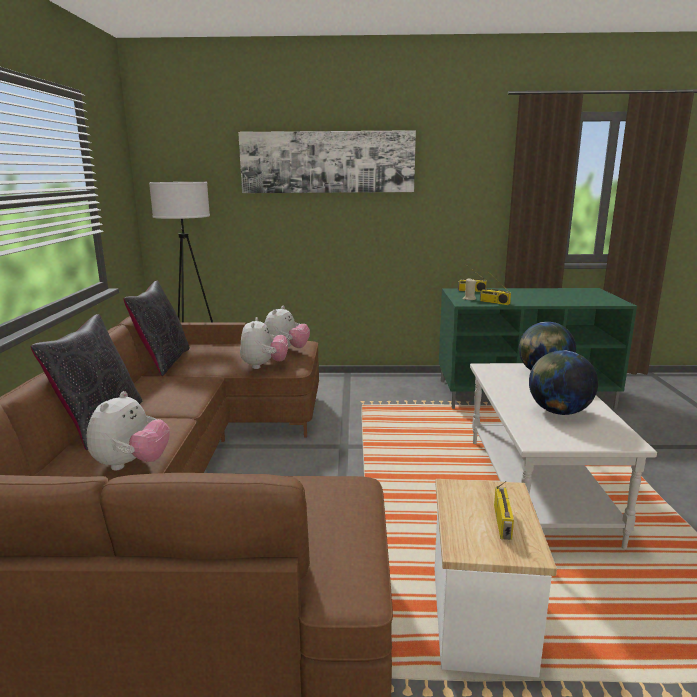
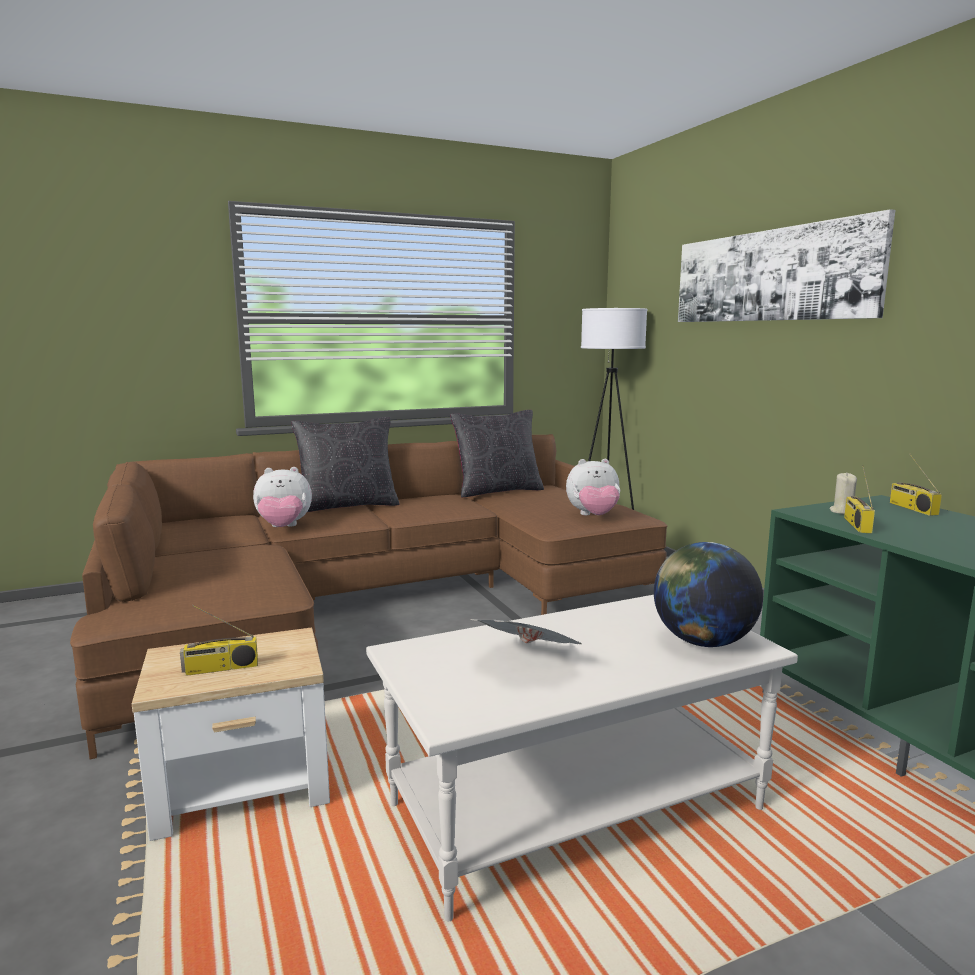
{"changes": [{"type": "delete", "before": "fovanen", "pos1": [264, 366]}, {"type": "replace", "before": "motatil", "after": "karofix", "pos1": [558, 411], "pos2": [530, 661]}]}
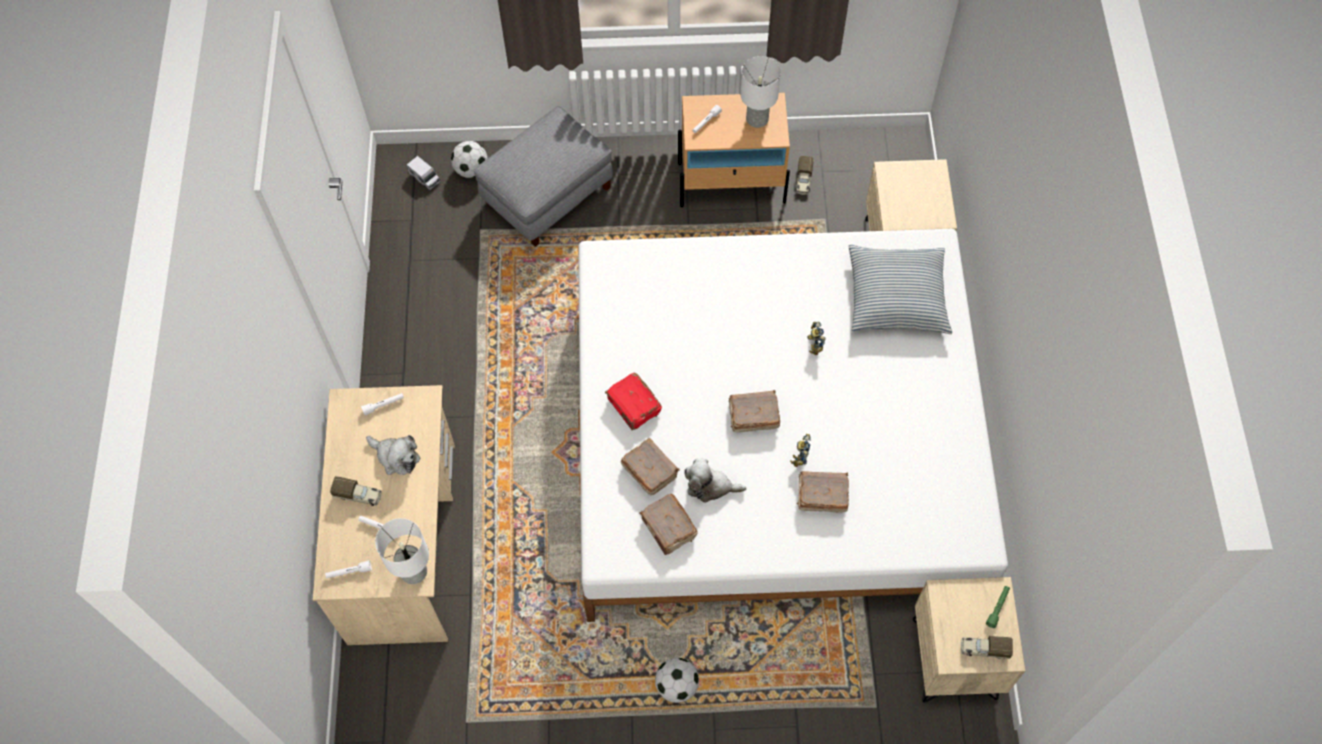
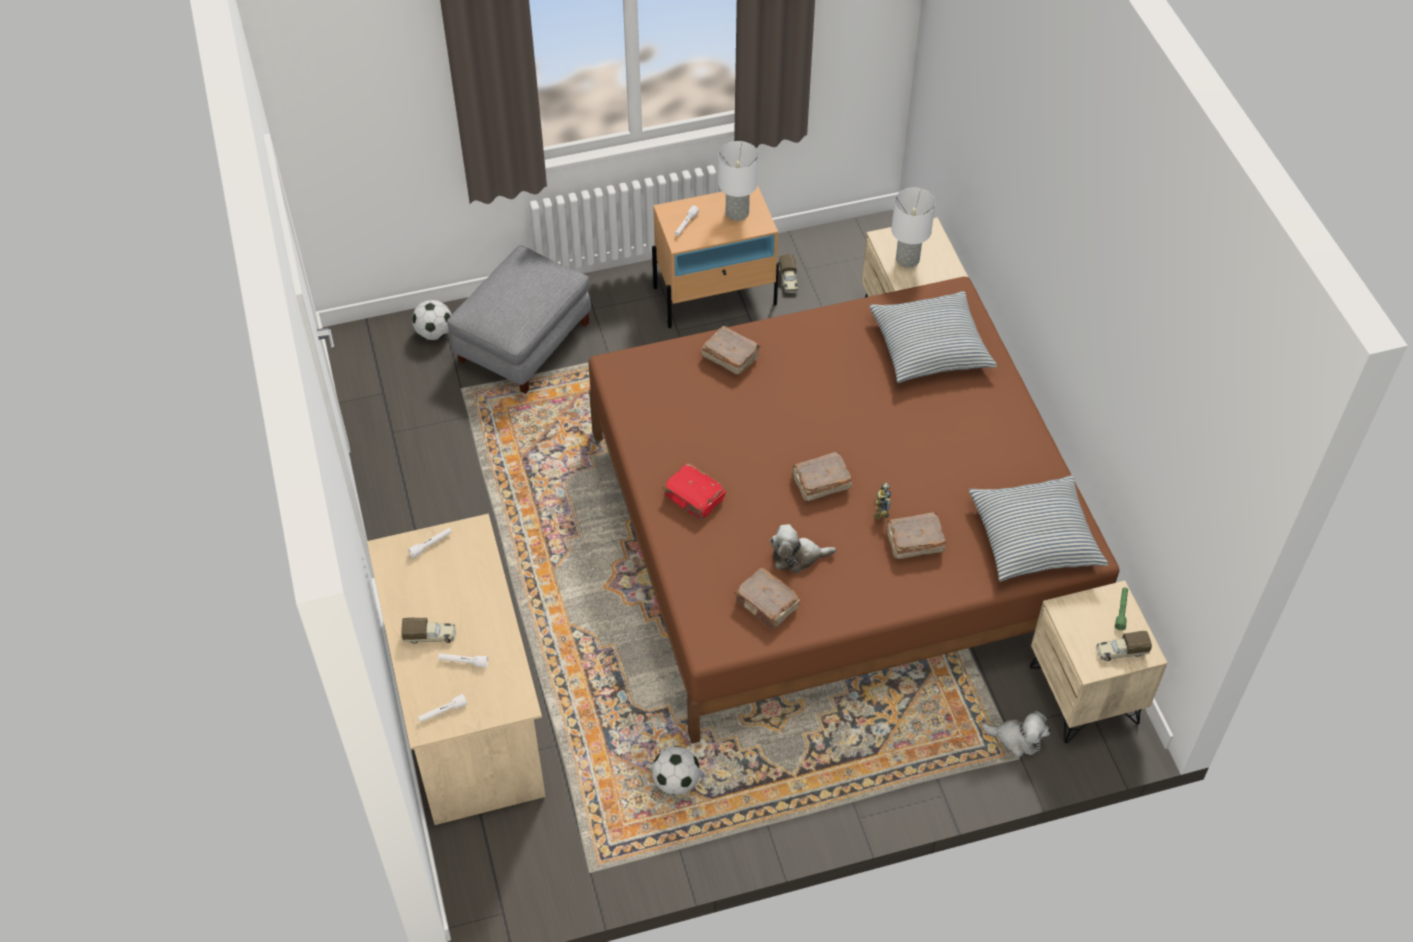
{"changes": [{"type": "delete", "before": "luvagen", "pos1": [424, 178]}, {"type": "delete", "before": "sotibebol", "pos1": [813, 344]}, {"type": "insert", "after": "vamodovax", "pos2": [1034, 537]}, {"type": "move", "before": "fovanen", "pos1": [396, 457], "pos2": [1017, 738]}, {"type": "move", "before": "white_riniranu", "pos1": [413, 571], "pos2": [907, 258]}, {"type": "move", "before": "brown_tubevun", "pos1": [649, 470], "pos2": [730, 356]}, {"type": "move", "before": "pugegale", "pos1": [676, 686], "pos2": [676, 782]}, {"type": "recolor", "before": "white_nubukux", "after": "brown_nubukux", "pos1": [773, 445], "pos2": [835, 533]}]}
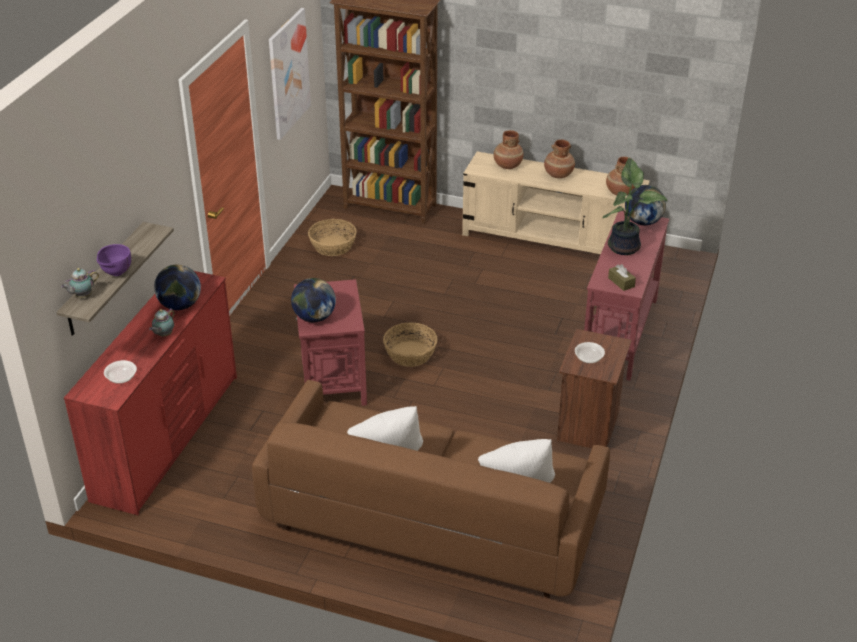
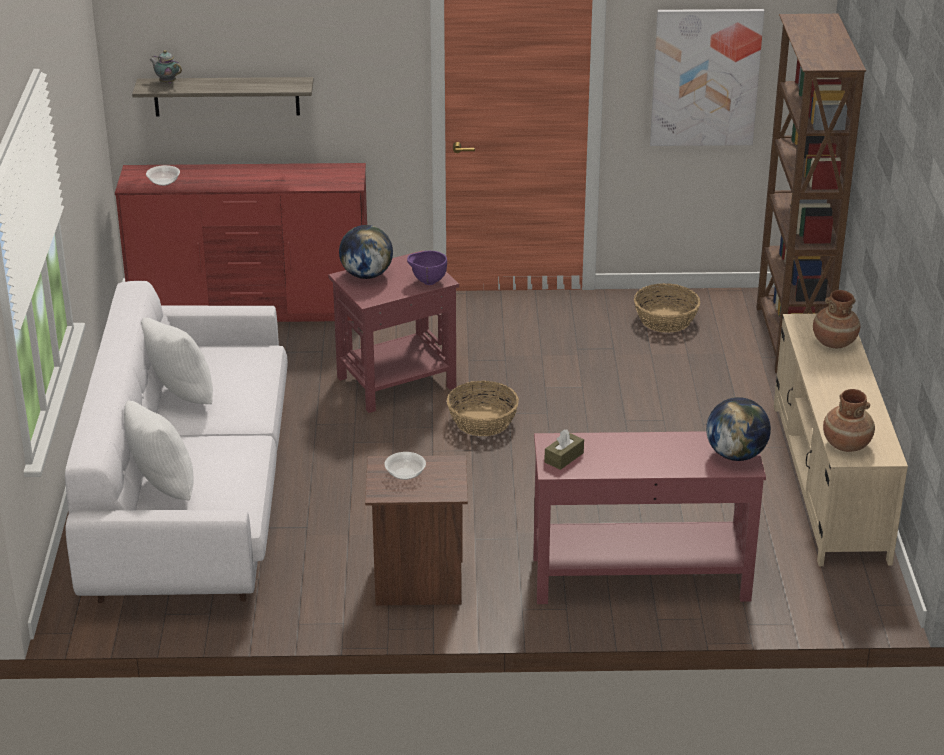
{"changes": [{"type": "delete", "before": "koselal", "pos1": [164, 335]}, {"type": "delete", "before": "motatil", "pos1": [180, 305]}, {"type": "delete", "before": "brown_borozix", "pos1": [558, 174]}, {"type": "delete", "before": "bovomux", "pos1": [625, 246]}, {"type": "move", "before": "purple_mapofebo", "pos1": [116, 274], "pos2": [427, 282]}, {"type": "recolor", "before": "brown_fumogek", "after": "white_fumogek", "pos1": [432, 521], "pos2": [192, 498]}]}
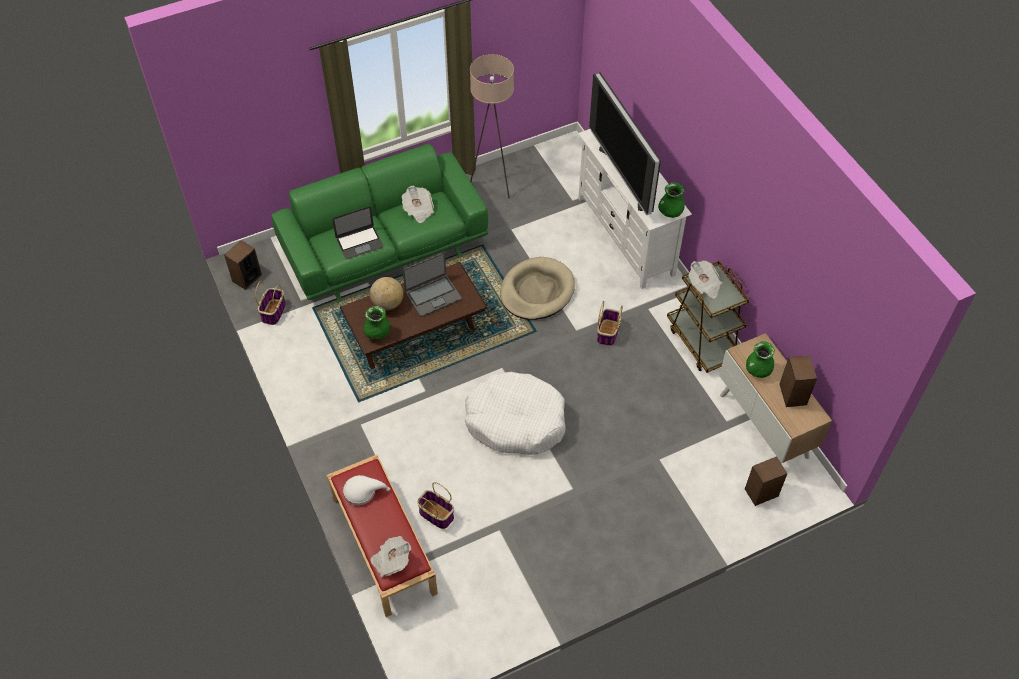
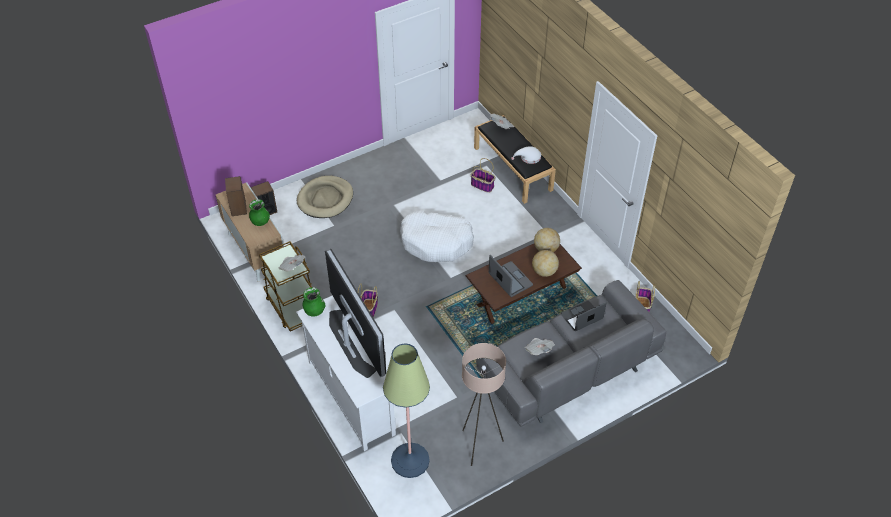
{"changes": [{"type": "delete", "before": "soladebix", "pos1": [246, 278]}, {"type": "insert", "after": "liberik", "pos2": [410, 460]}, {"type": "move", "before": "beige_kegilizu", "pos1": [537, 291], "pos2": [325, 199]}, {"type": "replace", "before": "green_borozix", "after": "motatil", "pos1": [377, 333], "pos2": [546, 249]}, {"type": "recolor", "before": "green_fumogek", "after": "grey_fumogek", "pos1": [385, 248], "pos2": [567, 370]}, {"type": "recolor", "before": "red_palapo", "after": "black_palapo", "pos1": [382, 543], "pos2": [513, 169]}, {"type": "rotate", "before": "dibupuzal", "pos1": [433, 295], "pos2": [510, 280], "turn": 90}]}
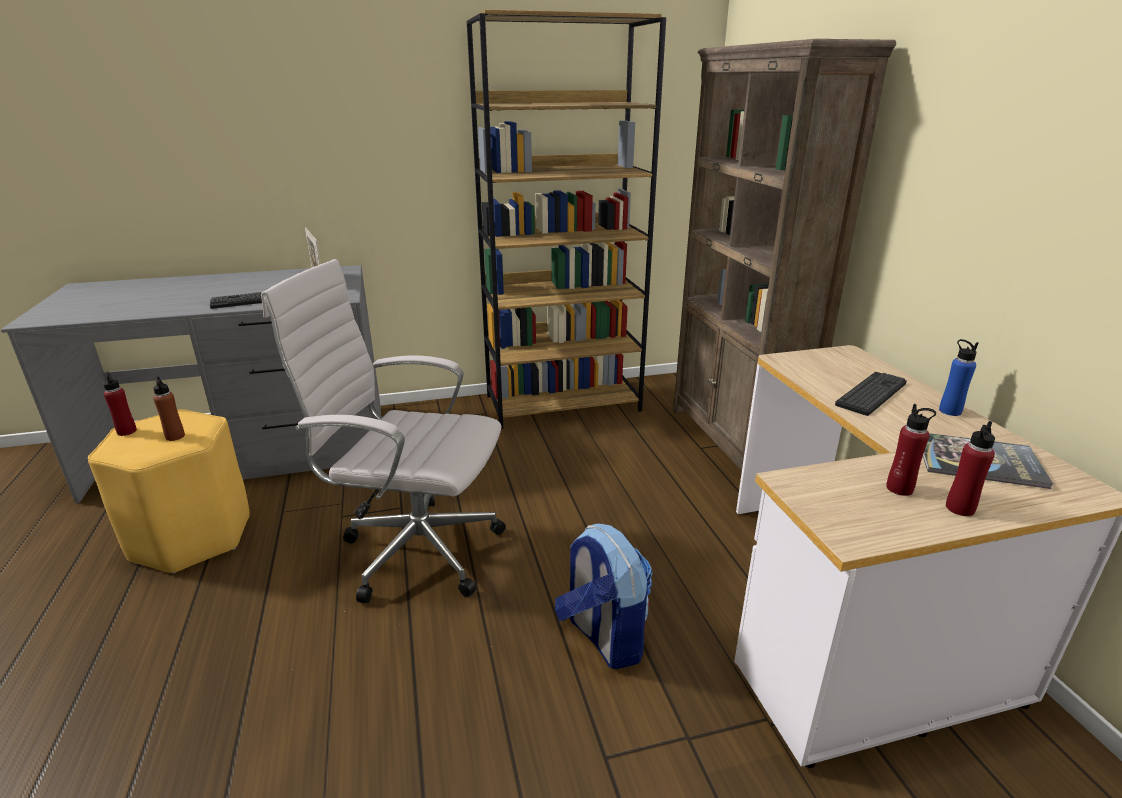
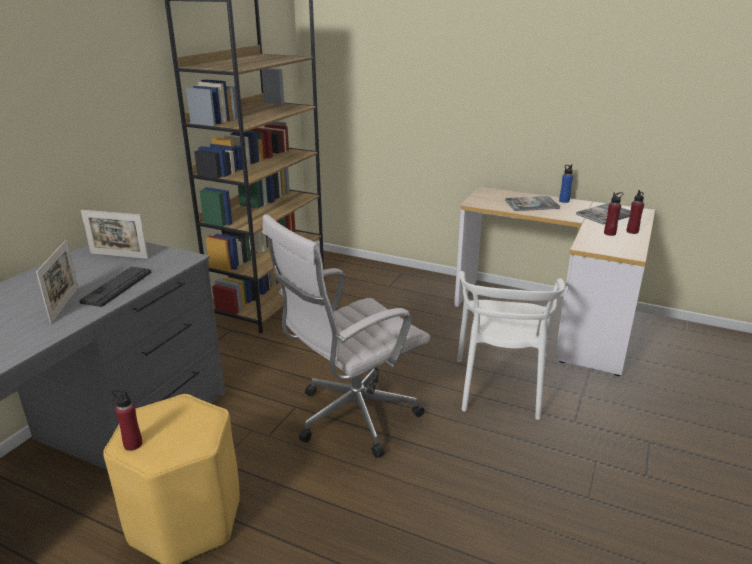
{"changes": [{"type": "delete", "before": "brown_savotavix", "pos1": [175, 436]}, {"type": "delete", "before": "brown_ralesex", "pos1": [733, 442]}, {"type": "insert", "after": "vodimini", "pos2": [64, 304]}, {"type": "replace", "before": "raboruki", "after": "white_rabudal", "pos1": [603, 636], "pos2": [500, 387]}, {"type": "replace", "before": "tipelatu", "after": "tubevun", "pos1": [871, 394], "pos2": [531, 204]}]}
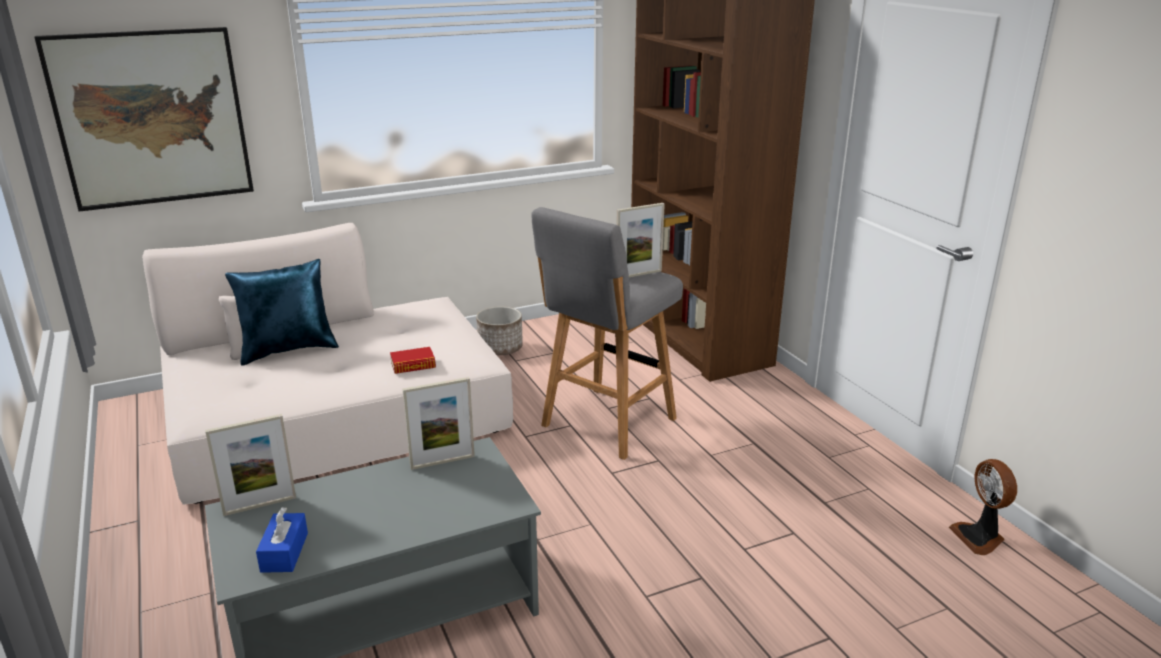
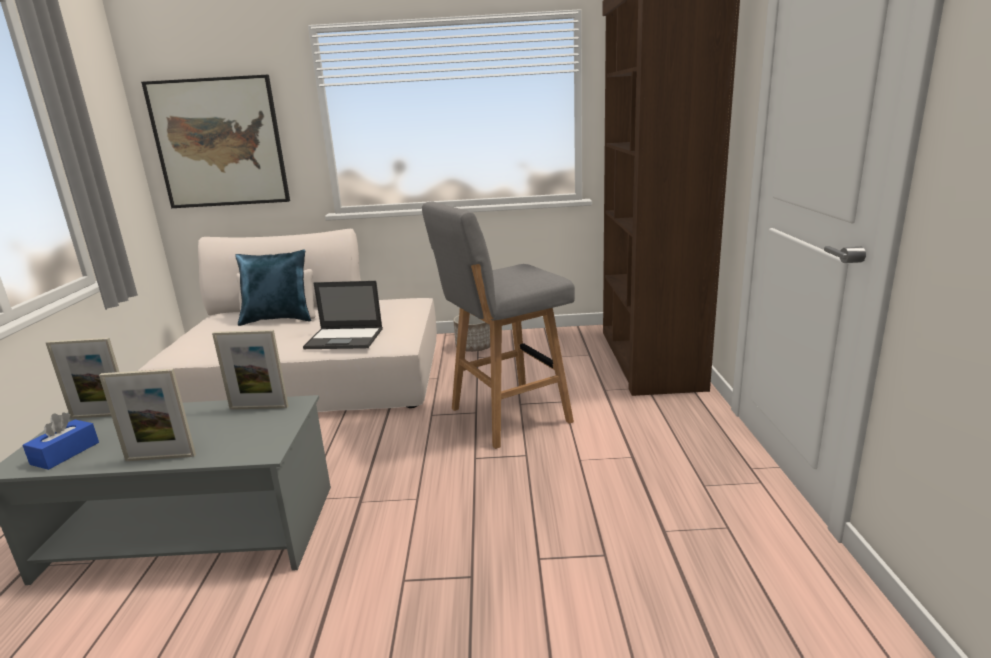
{"changes": [{"type": "delete", "before": "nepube", "pos1": [979, 537]}, {"type": "move", "before": "vodimini", "pos1": [638, 274], "pos2": [160, 457]}, {"type": "replace", "before": "tubevun", "after": "dibupuzal", "pos1": [413, 365], "pos2": [345, 338]}]}
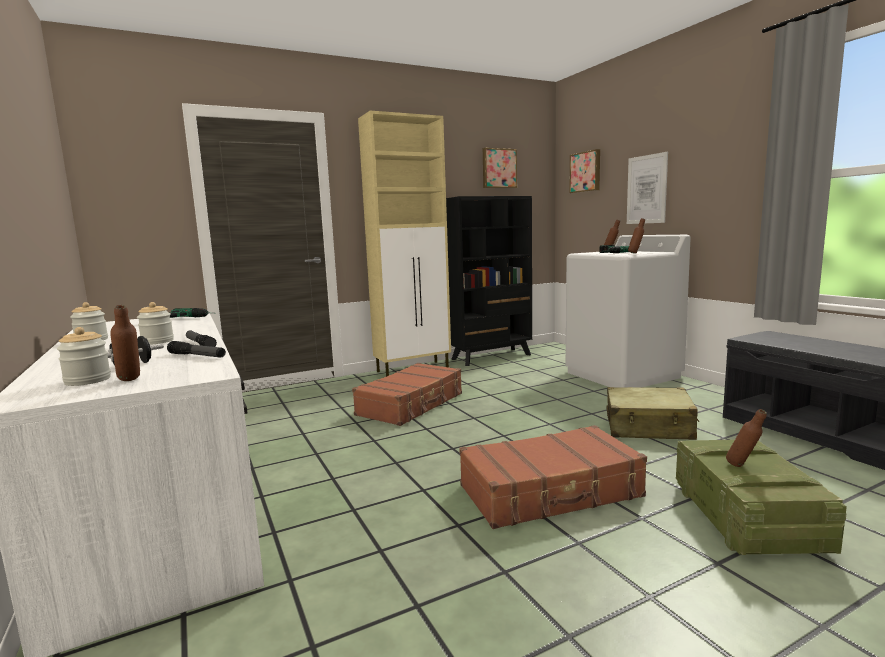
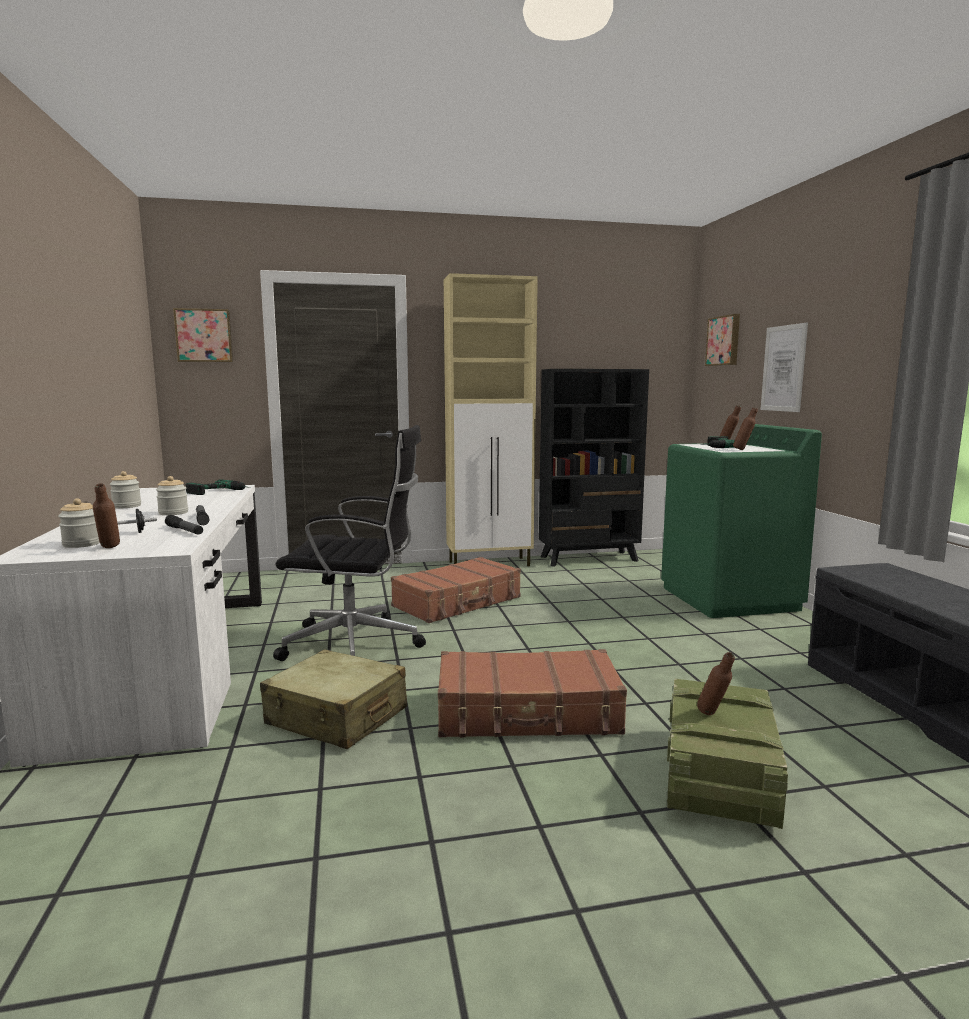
{"changes": [{"type": "insert", "after": "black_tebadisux", "pos2": [356, 645]}, {"type": "move", "before": "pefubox", "pos1": [498, 168], "pos2": [204, 335]}, {"type": "move", "before": "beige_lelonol", "pos1": [648, 427], "pos2": [336, 717]}, {"type": "recolor", "before": "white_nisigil", "after": "green_nisigil", "pos1": [623, 375], "pos2": [729, 598]}]}
